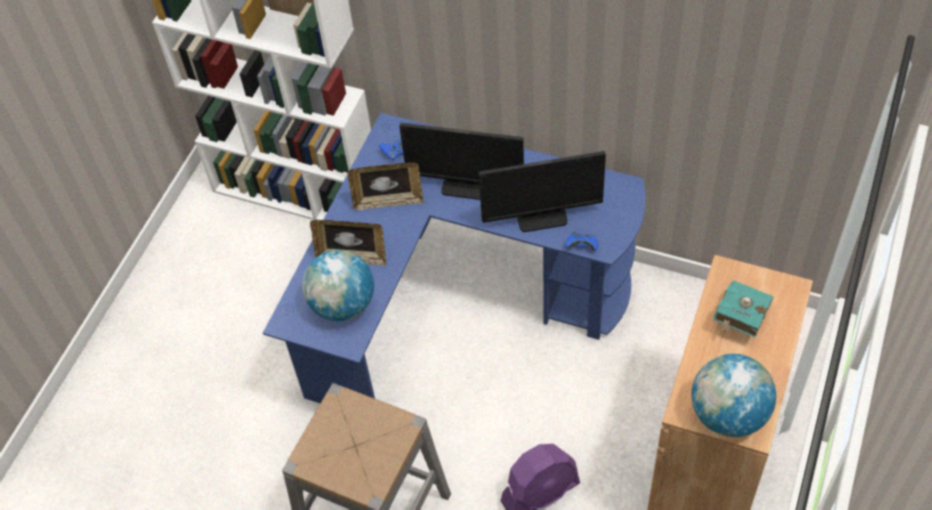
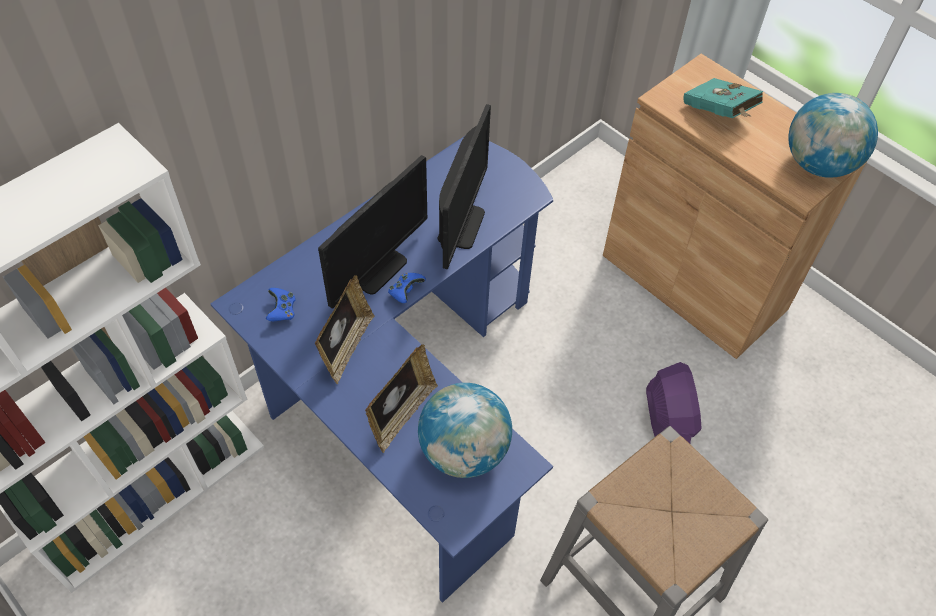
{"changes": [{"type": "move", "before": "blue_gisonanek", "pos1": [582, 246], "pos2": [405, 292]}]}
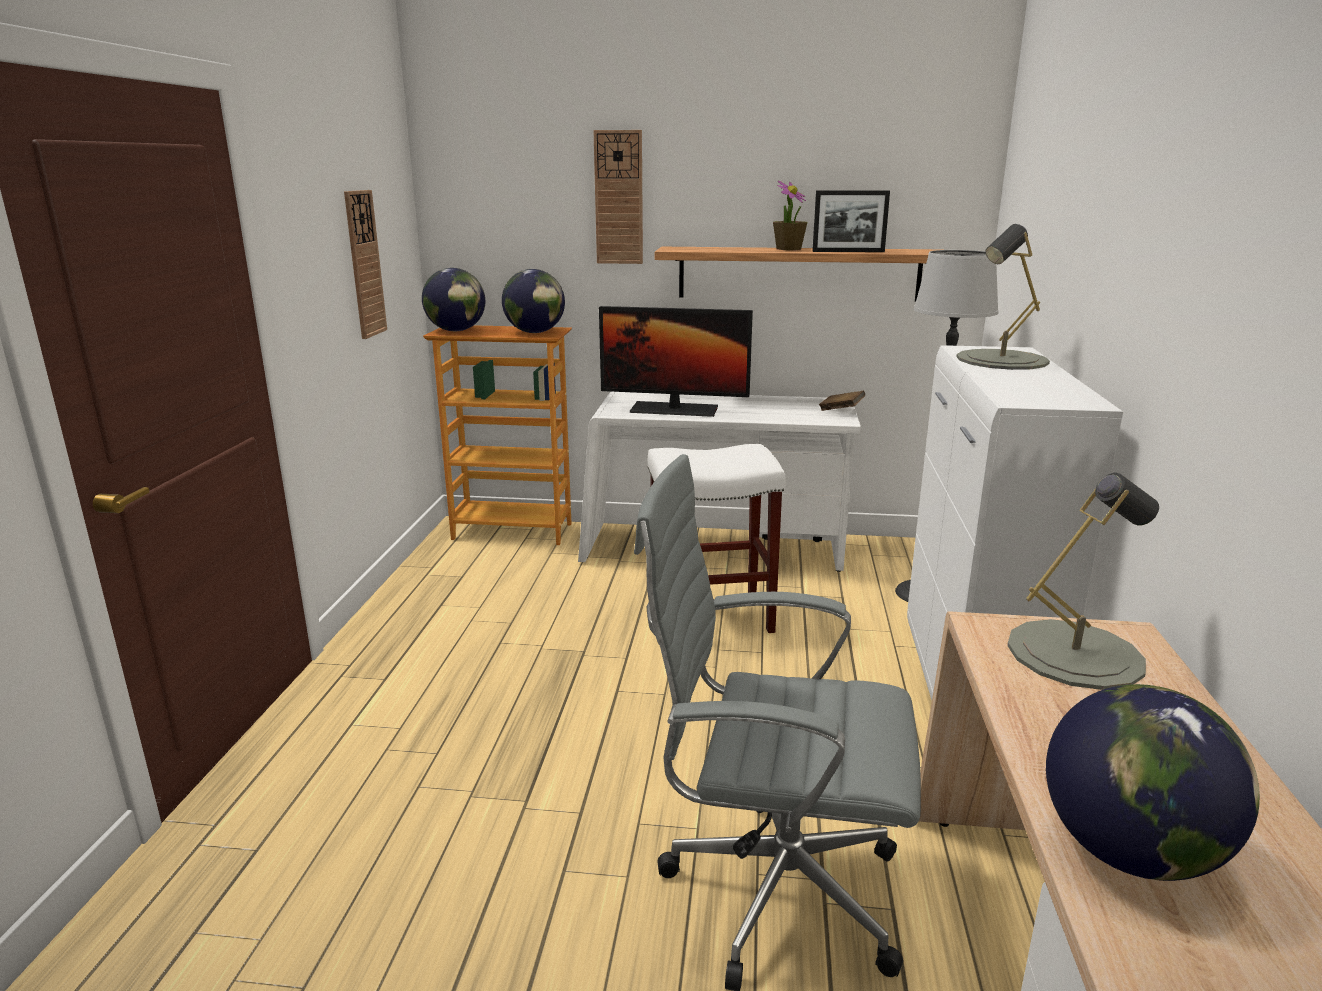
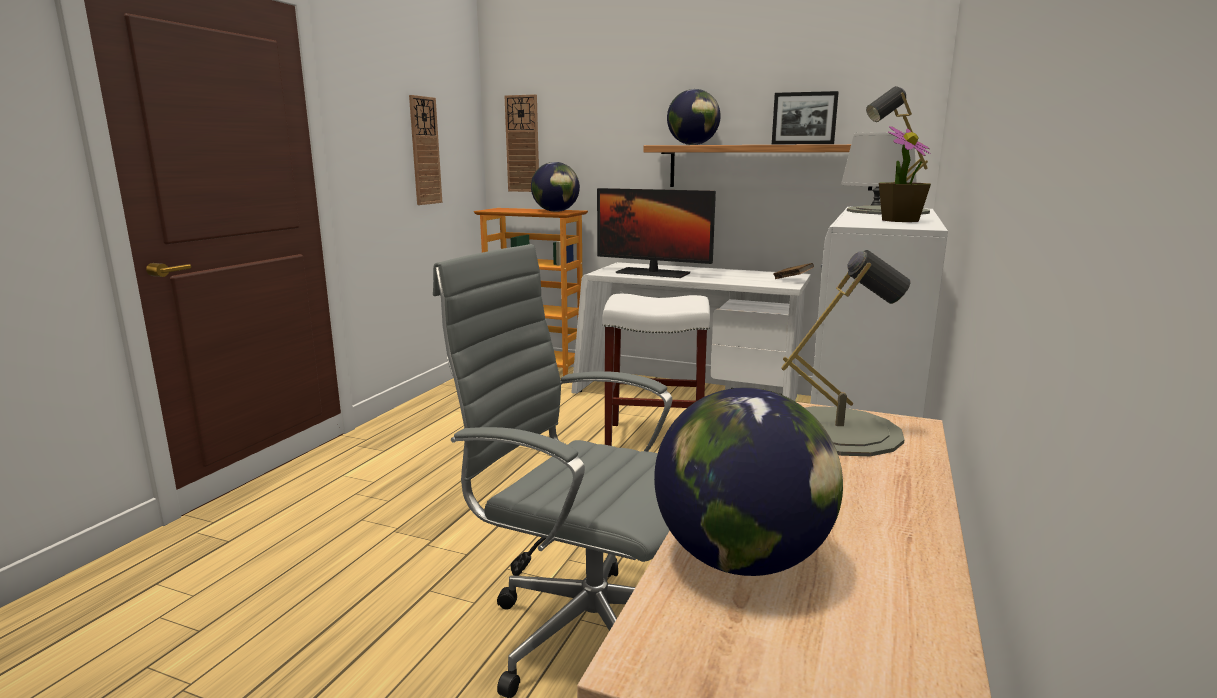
{"changes": [{"type": "move", "before": "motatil", "pos1": [456, 330], "pos2": [693, 144]}, {"type": "move", "before": "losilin", "pos1": [619, 198], "pos2": [522, 144]}, {"type": "move", "before": "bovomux", "pos1": [788, 249], "pos2": [900, 220]}]}
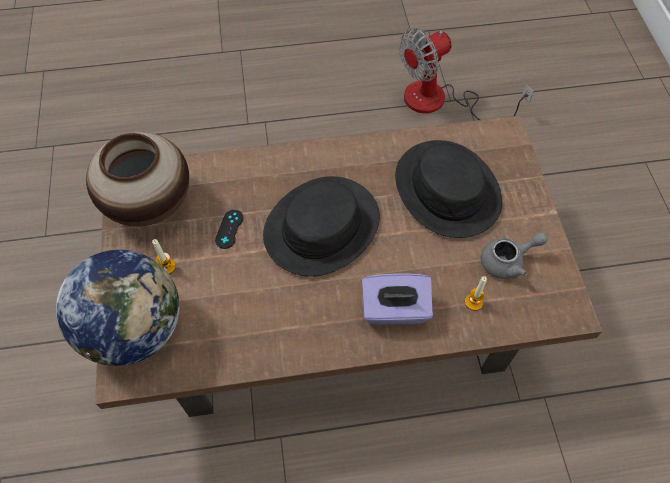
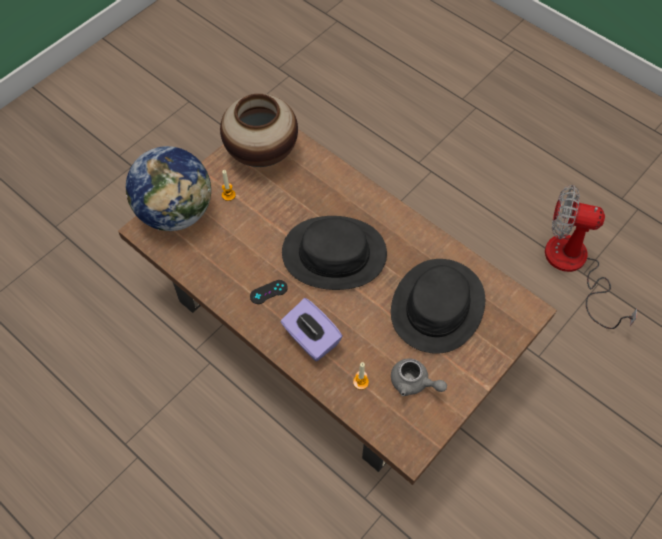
{"changes": [{"type": "move", "before": "black_gisonanek", "pos1": [229, 229], "pos2": [268, 292]}]}
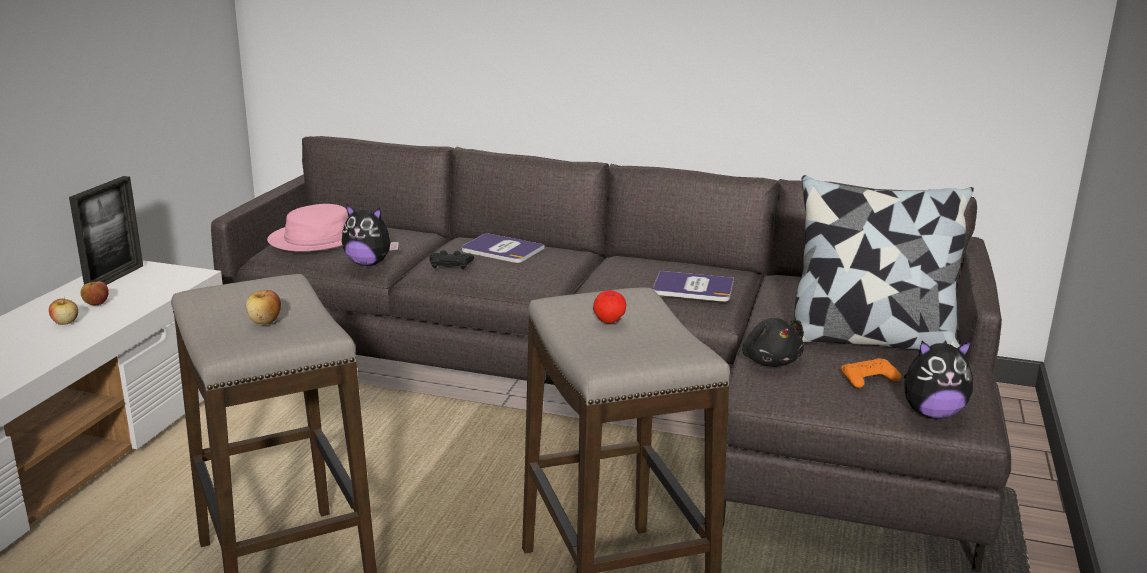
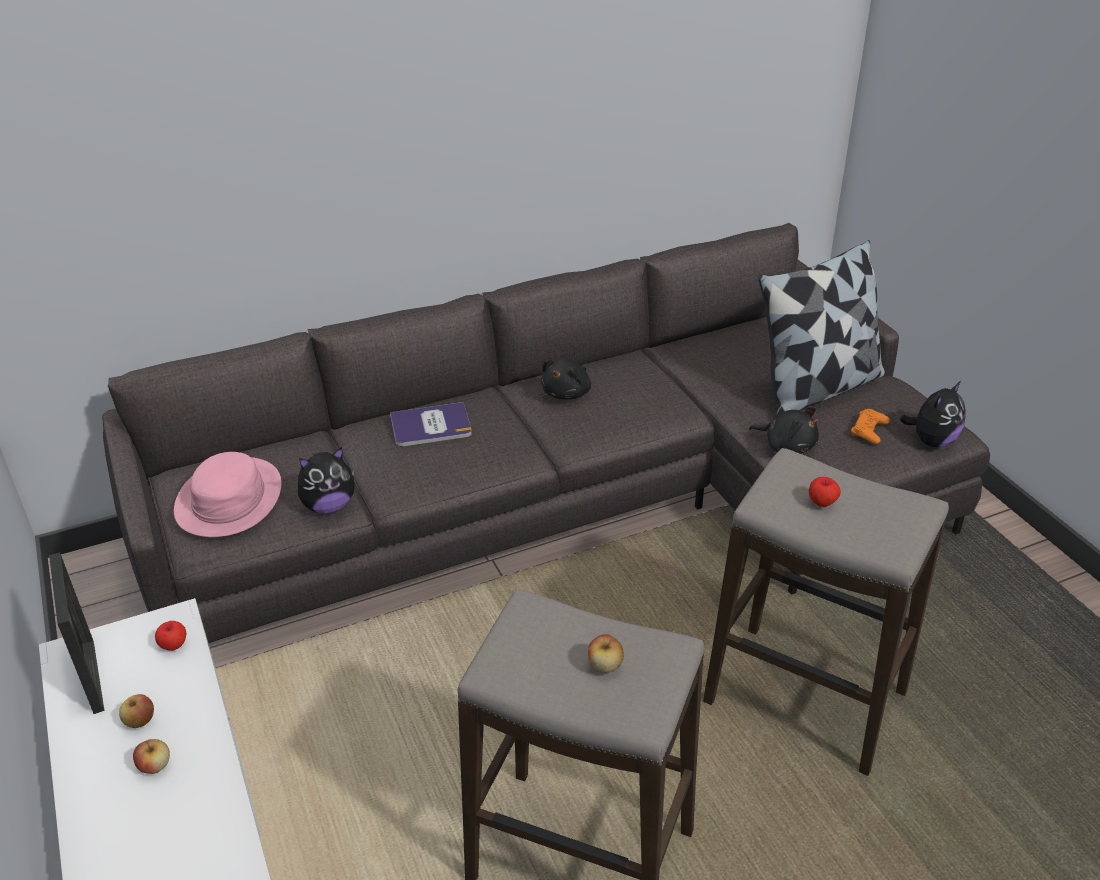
{"changes": [{"type": "delete", "before": "black_gisonanek", "pos1": [450, 264]}, {"type": "delete", "before": "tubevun", "pos1": [693, 288]}, {"type": "insert", "after": "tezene", "pos2": [174, 645]}, {"type": "insert", "after": "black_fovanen", "pos2": [567, 393]}]}
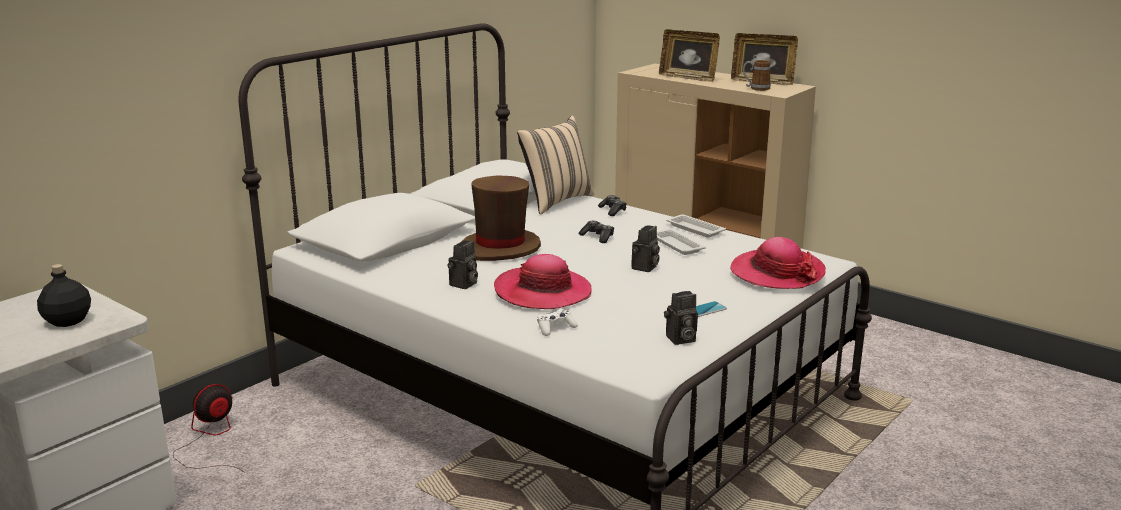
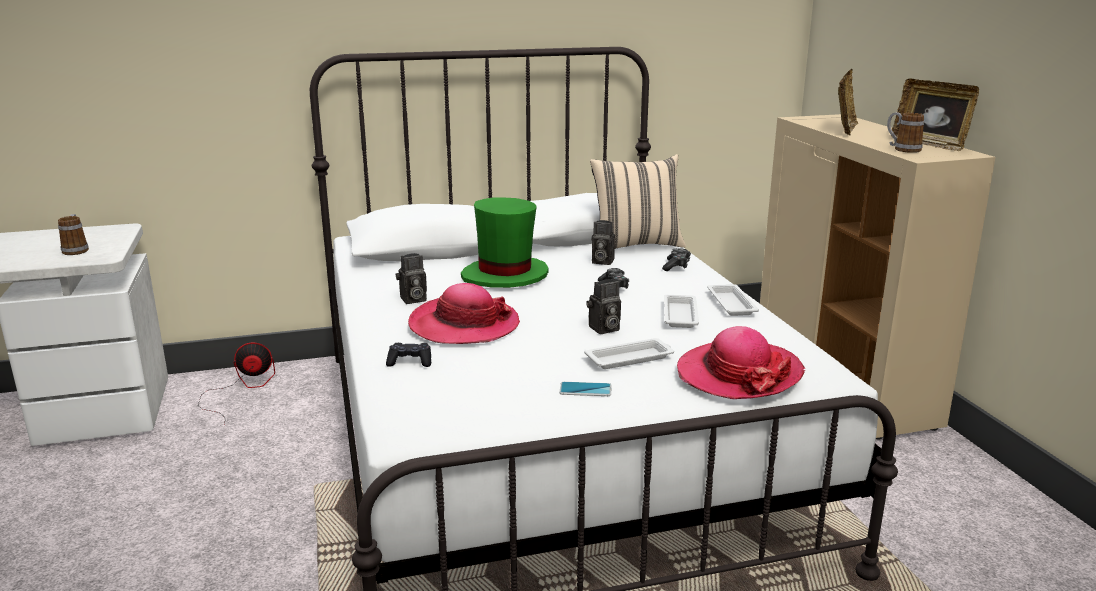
{"changes": [{"type": "insert", "after": "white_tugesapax", "pos2": [630, 358]}, {"type": "move", "before": "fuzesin", "pos1": [680, 339], "pos2": [601, 261]}, {"type": "replace", "before": "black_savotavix", "after": "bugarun", "pos1": [67, 321], "pos2": [76, 250]}, {"type": "recolor", "before": "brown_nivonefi", "after": "green_nivonefi", "pos1": [500, 248], "pos2": [505, 276]}, {"type": "recolor", "before": "white_gisonanek", "after": "black_gisonanek", "pos1": [555, 328], "pos2": [410, 362]}, {"type": "rotate", "before": "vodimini", "pos1": [688, 78], "pos2": [844, 130], "turn": -135}]}
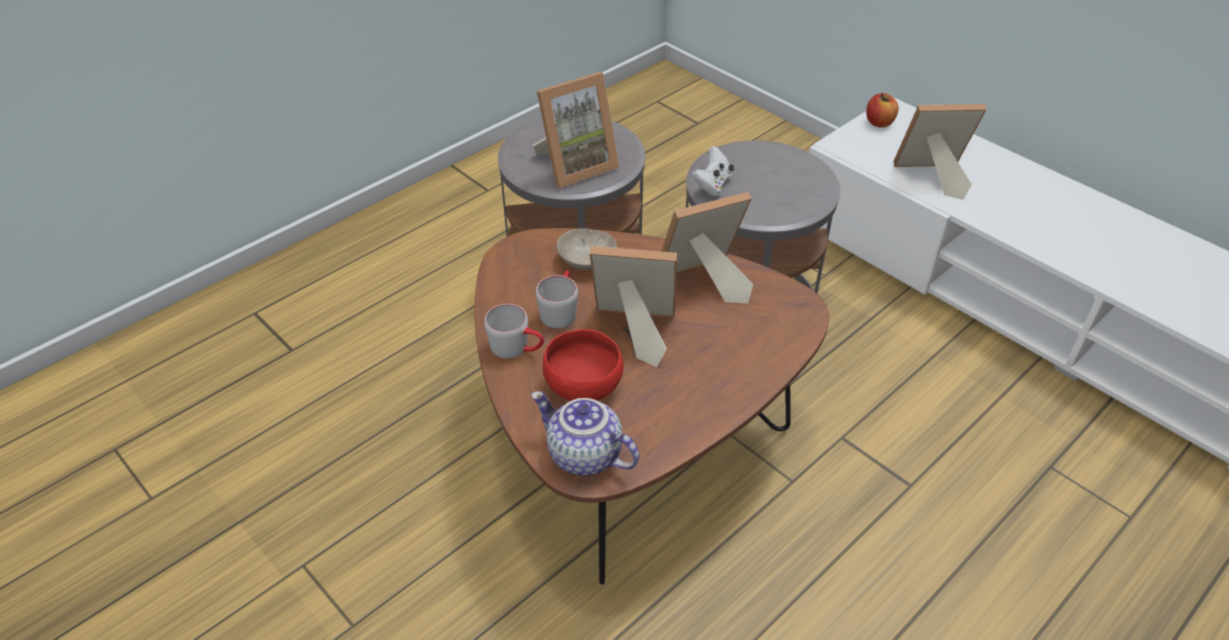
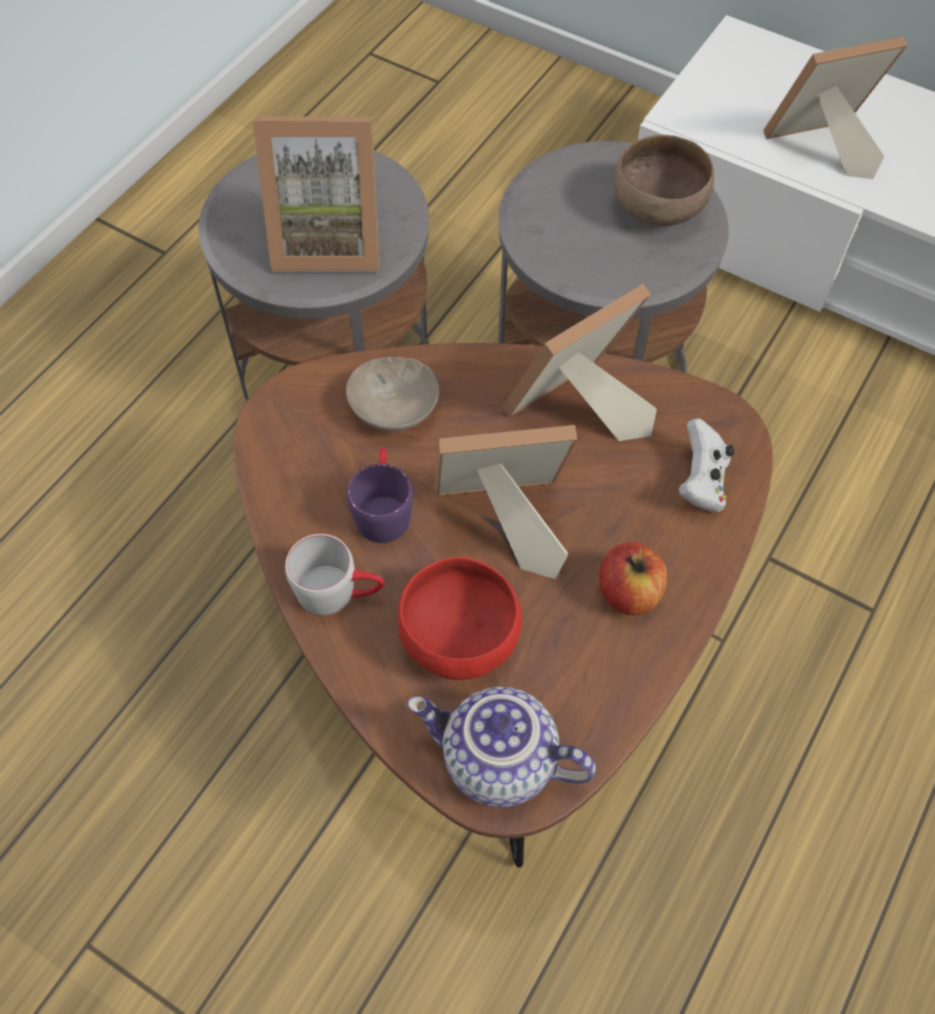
{"changes": [{"type": "insert", "after": "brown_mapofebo", "pos2": [656, 209]}, {"type": "move", "before": "white_gisonanek", "pos1": [712, 185], "pos2": [701, 482]}, {"type": "move", "before": "tezene", "pos1": [879, 123], "pos2": [629, 592]}, {"type": "recolor", "before": "grey_bugarun", "after": "purple_bugarun", "pos1": [560, 310], "pos2": [382, 507]}, {"type": "rotate", "before": "vodimini", "pos1": [575, 165], "pos2": [327, 240], "turn": 45}]}
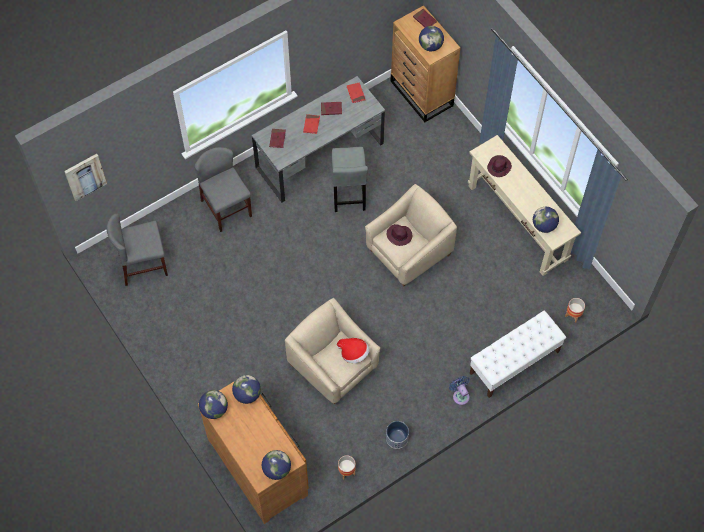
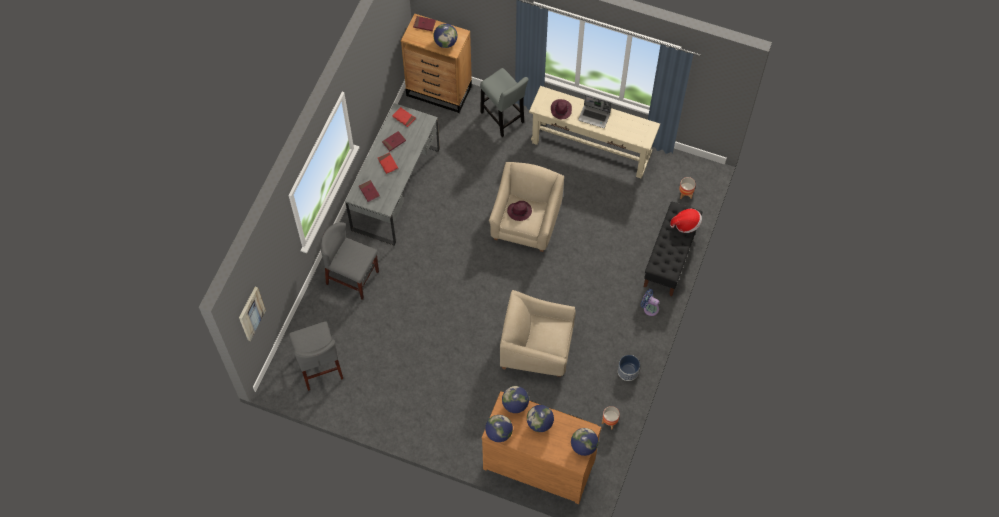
{"changes": [{"type": "insert", "after": "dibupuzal", "pos2": [594, 117]}, {"type": "move", "before": "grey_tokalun", "pos1": [348, 196], "pos2": [503, 119]}, {"type": "move", "before": "nivonefi", "pos1": [353, 353], "pos2": [686, 224]}, {"type": "move", "before": "motatil", "pos1": [544, 226], "pos2": [540, 423]}, {"type": "recolor", "before": "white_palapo", "after": "black_palapo", "pos1": [514, 362], "pos2": [670, 257]}, {"type": "rotate", "before": "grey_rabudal", "pos1": [143, 264], "pos2": [319, 366], "turn": -60}]}
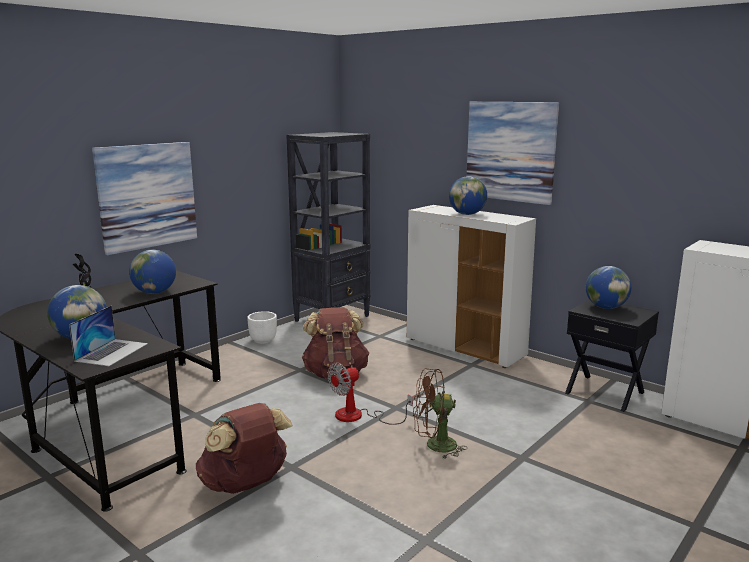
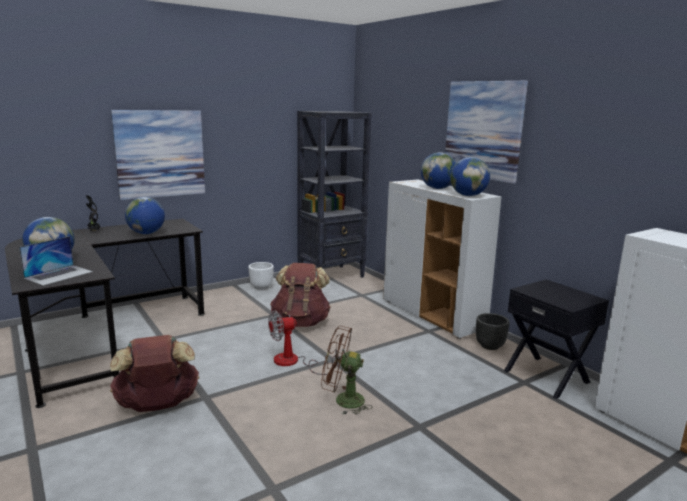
{"changes": [{"type": "insert", "after": "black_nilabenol", "pos2": [489, 346]}, {"type": "move", "before": "motatil", "pos1": [605, 307], "pos2": [468, 195]}]}
